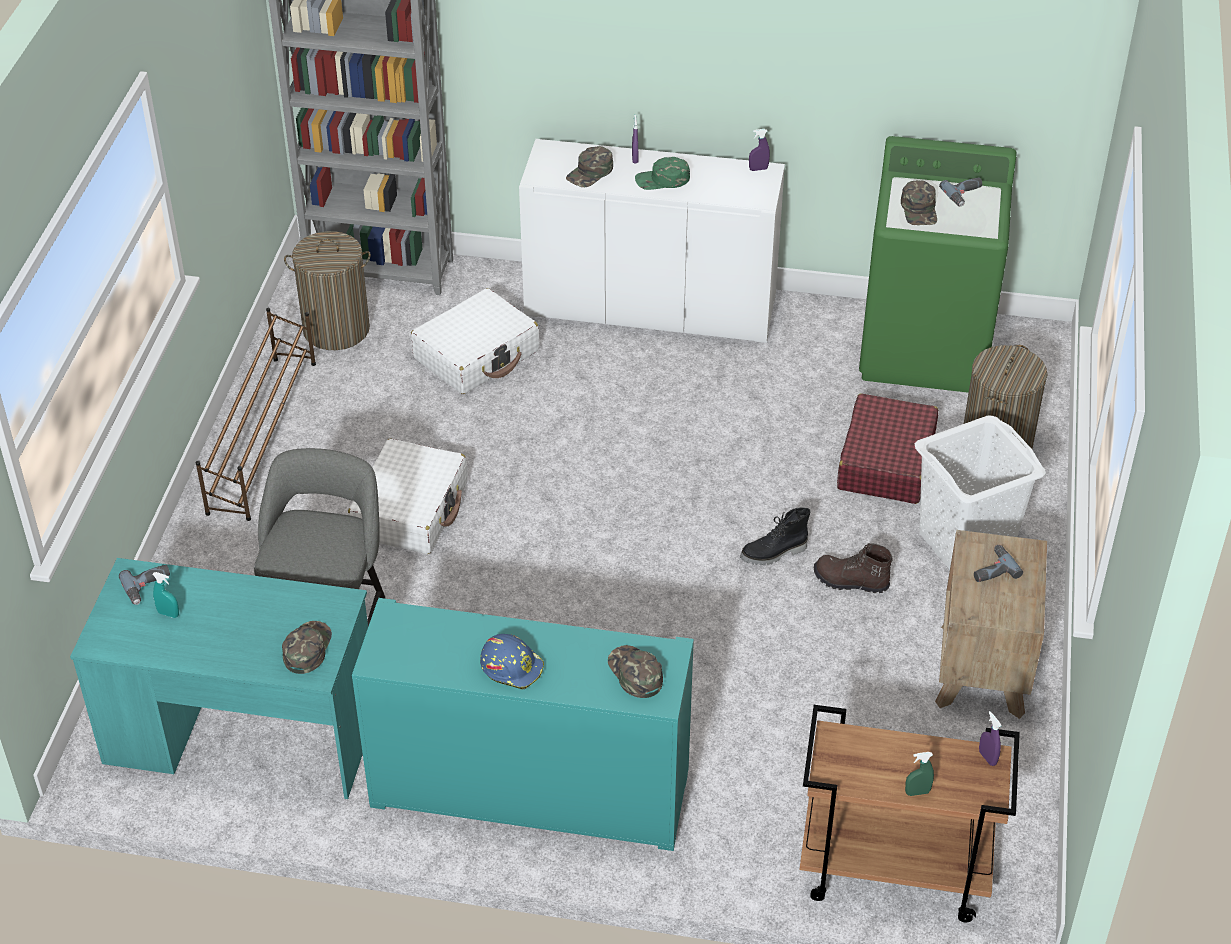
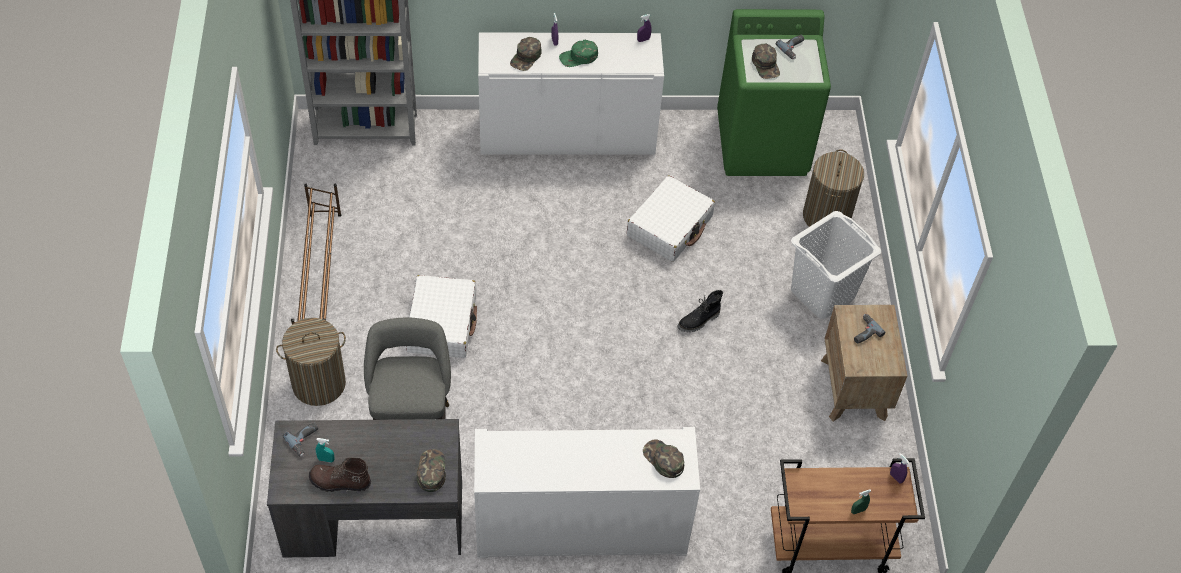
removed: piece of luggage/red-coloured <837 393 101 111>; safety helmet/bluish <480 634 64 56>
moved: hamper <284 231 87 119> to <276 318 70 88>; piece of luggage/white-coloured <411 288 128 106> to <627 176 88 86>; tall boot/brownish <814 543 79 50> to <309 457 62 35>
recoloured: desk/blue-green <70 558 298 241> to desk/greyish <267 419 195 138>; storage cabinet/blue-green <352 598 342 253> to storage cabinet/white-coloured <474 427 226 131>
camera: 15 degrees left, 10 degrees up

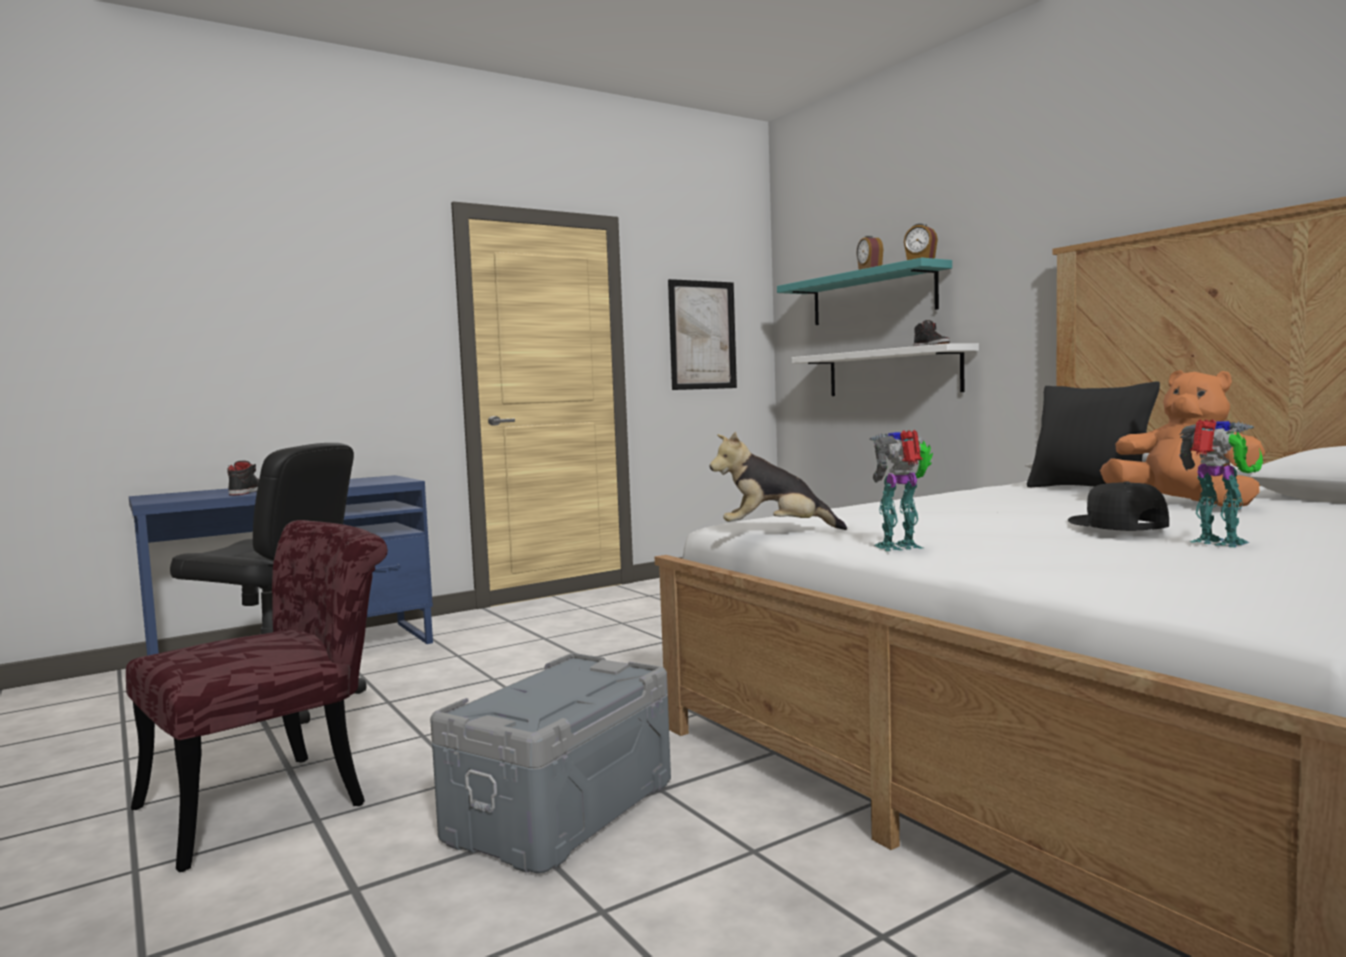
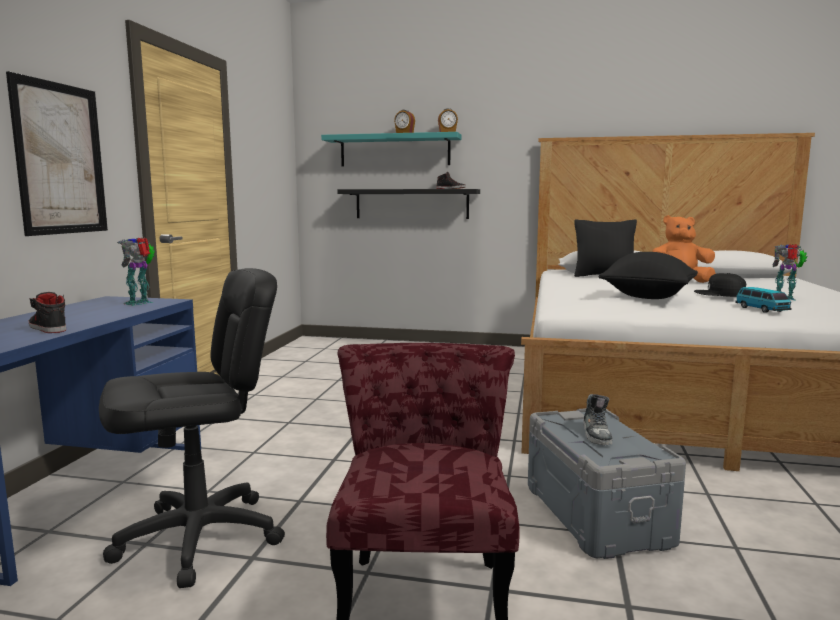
removed: plush toy <710 431 137 99>
added: cushion/black <599 252 99 47>; toy car <735 287 57 26>; shoe <583 394 30 51>
moved: wall art <668 279 69 111> to <6 71 102 165>; robot figure <869 430 64 121> to <117 237 38 69>
recoloured: shelf/white-coloured <792 343 187 53> to shelf/black <337 189 143 30>
camera: 45 degrees left, 5 degrees up

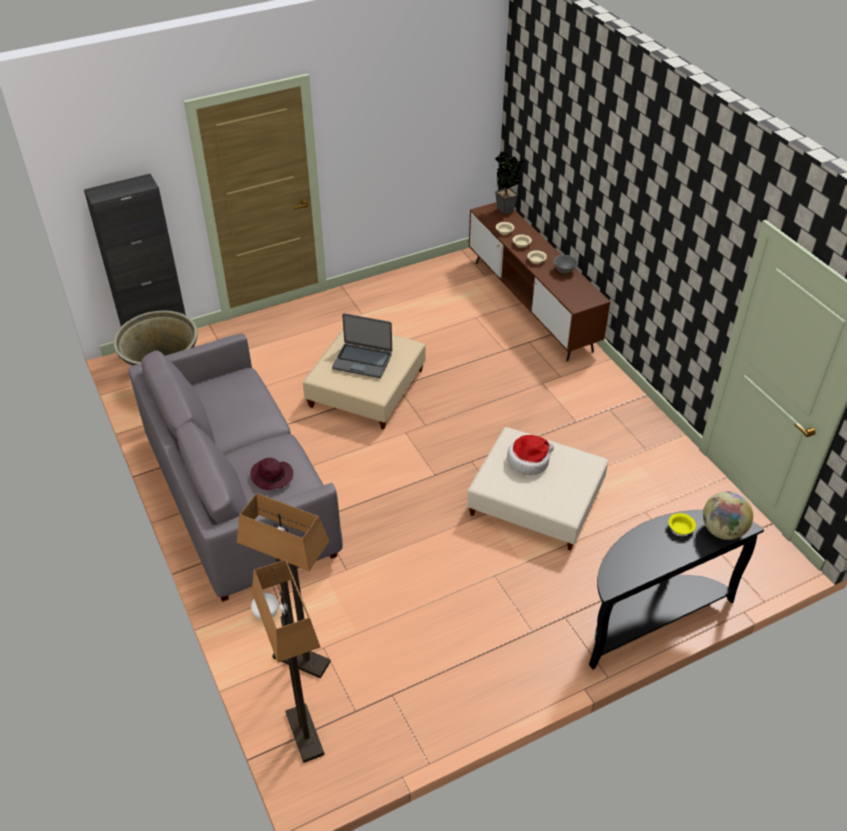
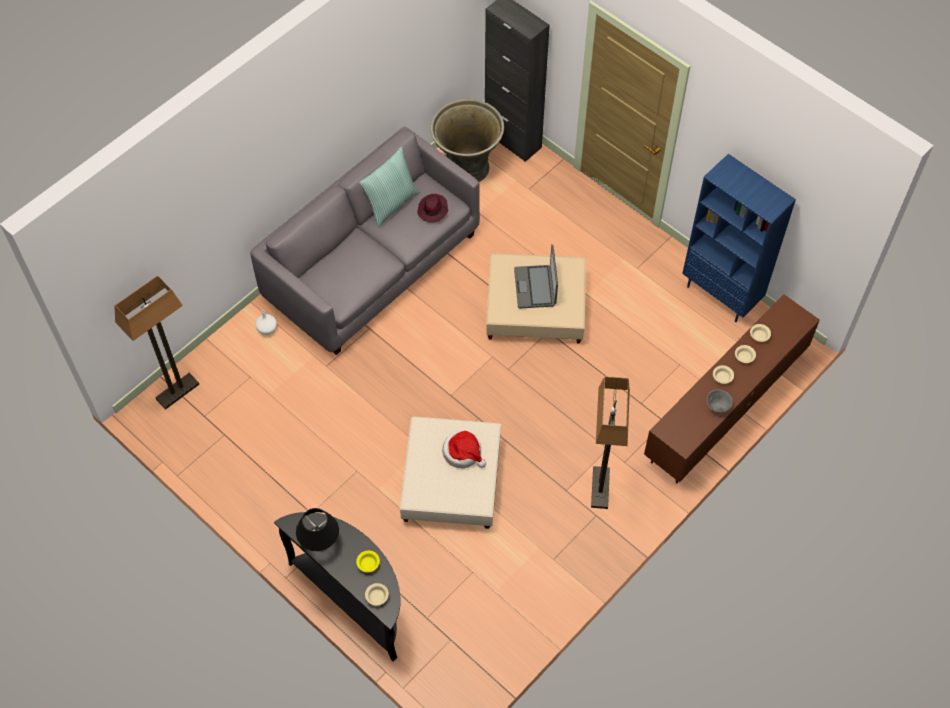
removed: plant in a pot <495 152 29 63>
added: cushion <359 147 60 80>; bookshelf/bluish <682 154 114 168>; table lamp/black <296 508 43 43>
moved: clothing hat/purplish <250 458 43 32> to <417 194 31 29>; standard lamp <237 493 94 186> to <591 377 39 132>
replaced: world globe <703 491 50 49> to deep dish/beige-coloured <365 583 24 23>
camera: 70 degrees right, 15 degrees up

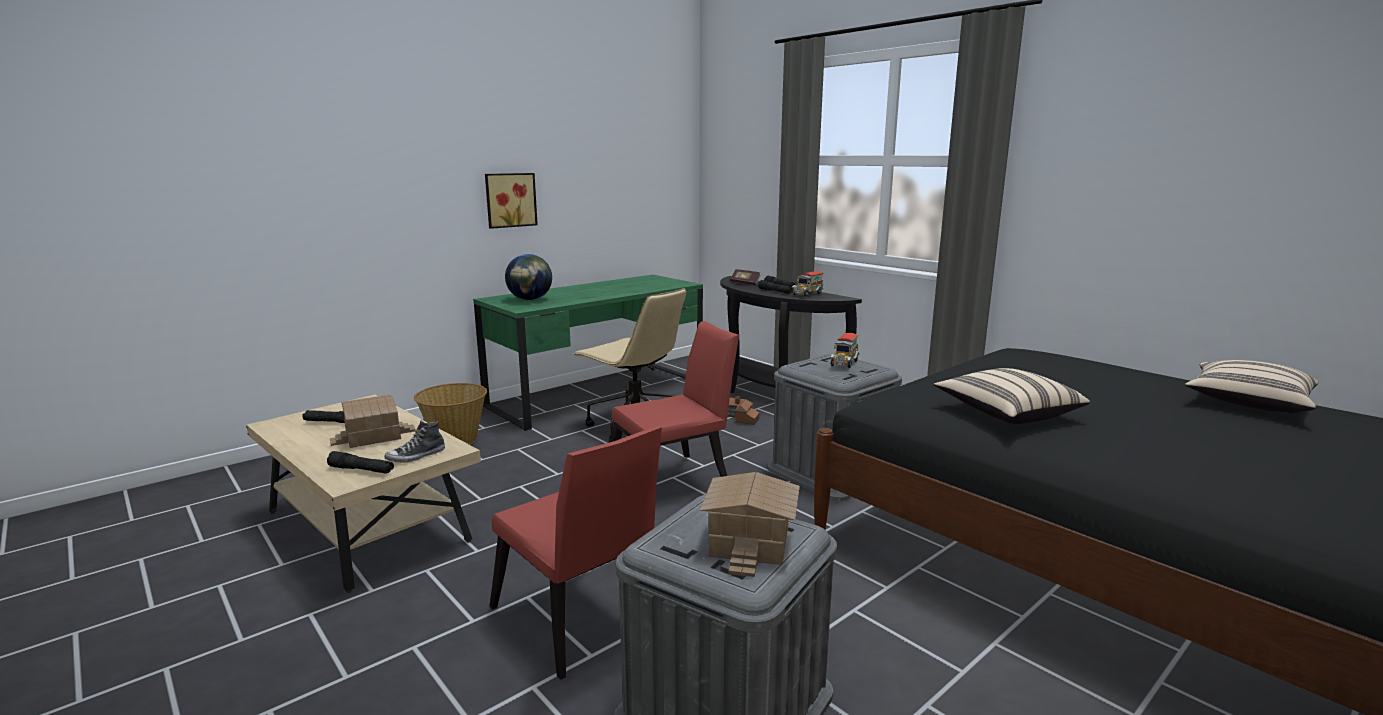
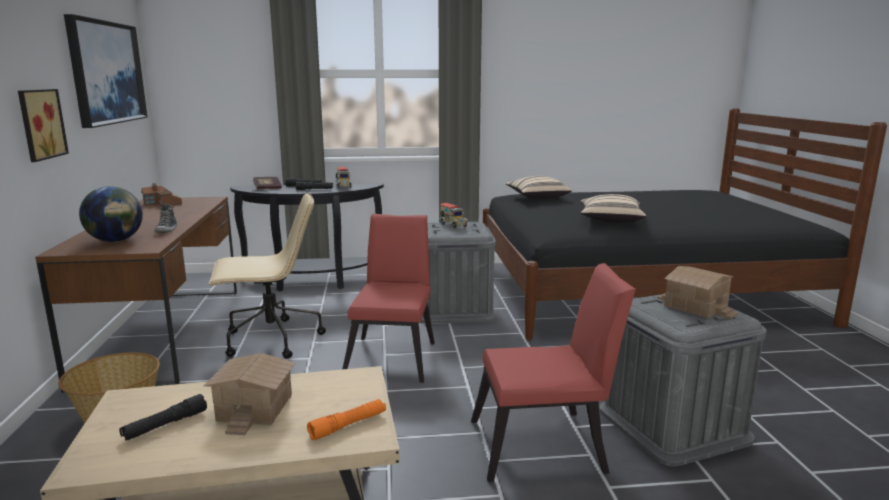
added: wall art <64 14 83 114>
moved: cushion/beige-coloured <1185 360 133 54> to <506 176 66 23>; toy house <727 396 33 29> to <141 183 41 23>; shoe <384 420 61 42> to <155 204 22 29>
recoloured: desk/greenish <473 275 230 156> to desk/brownish <35 197 202 196>; torch/black <327 451 67 23> to torch/orangey <307 399 79 42>
camera: 55 degrees left, 0 degrees up

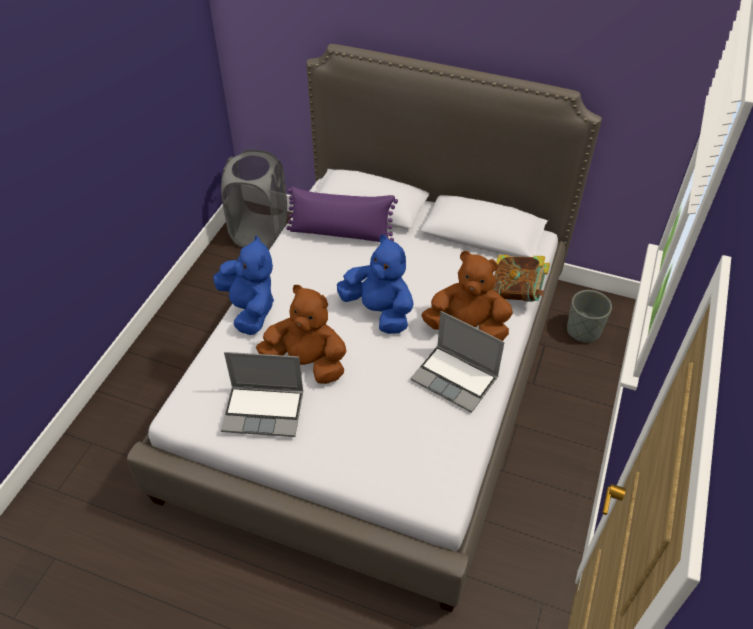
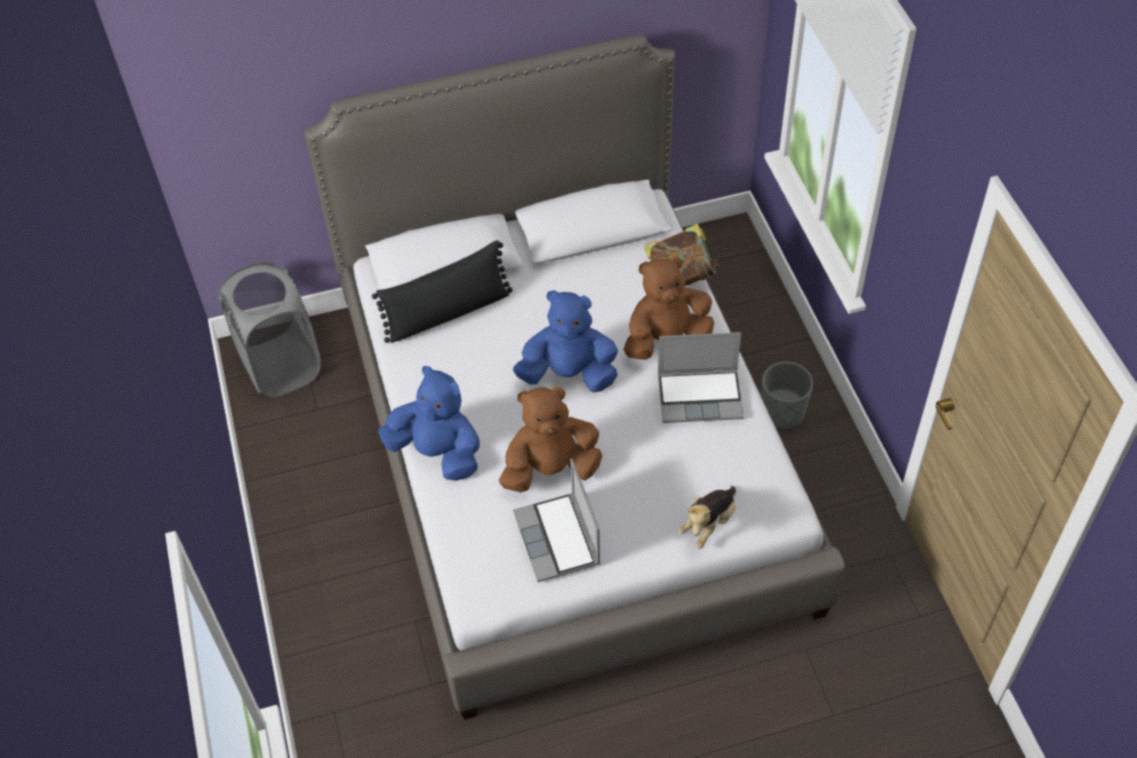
added: plush toy <678 486 58 63>
moved: plant pot/greyish <567 290 45 53> to <761 362 52 67>
recoloured: cushion/purplish <286 187 112 55> to cushion/black <372 240 141 103>
turned: portable computer <221 352 82 85> = <513 458 88 124> 105 degrees clockwise
camera: 35 degrees left, 5 degrees up

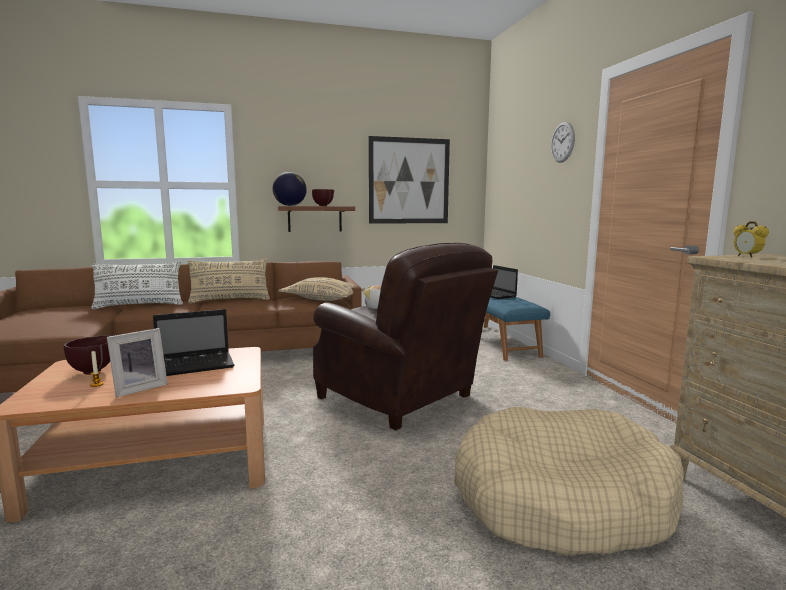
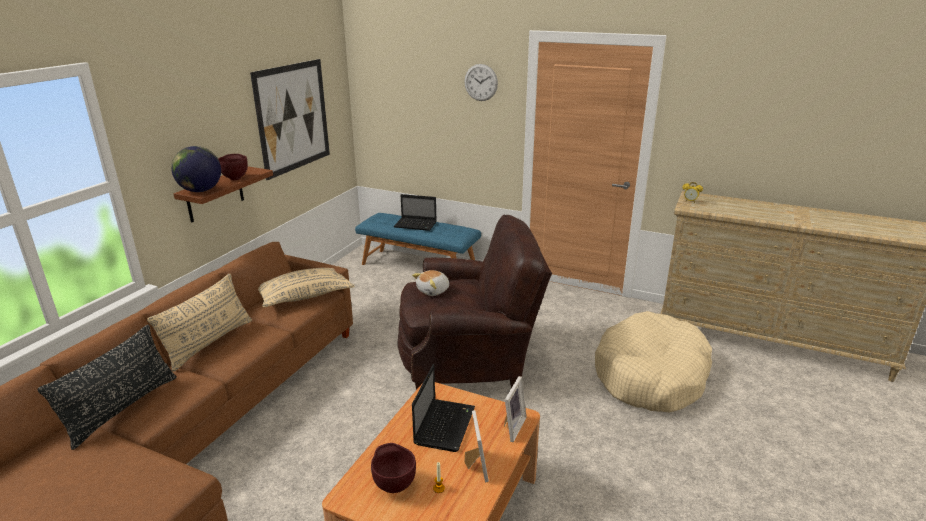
added: photo frame <504 376 22 66>
recoloured: cushion/white-coloured <91 261 92 48> to cushion/black <37 325 139 125>
camera: 50 degrees left, 15 degrees up

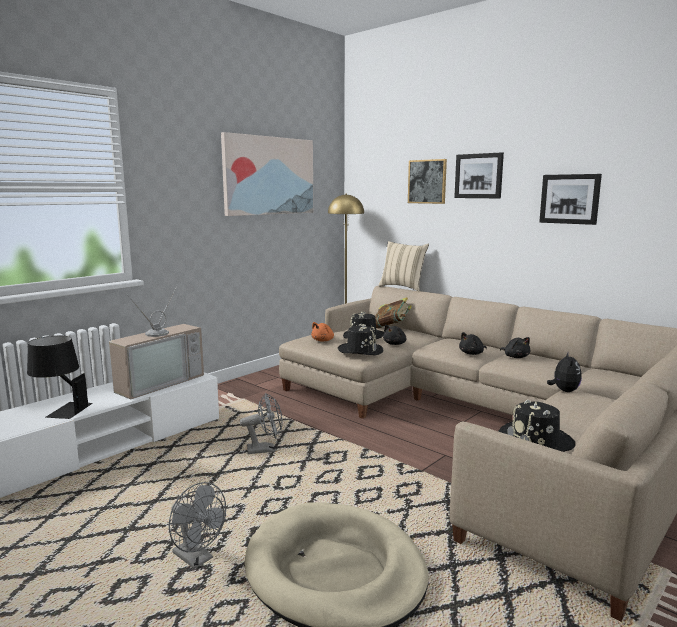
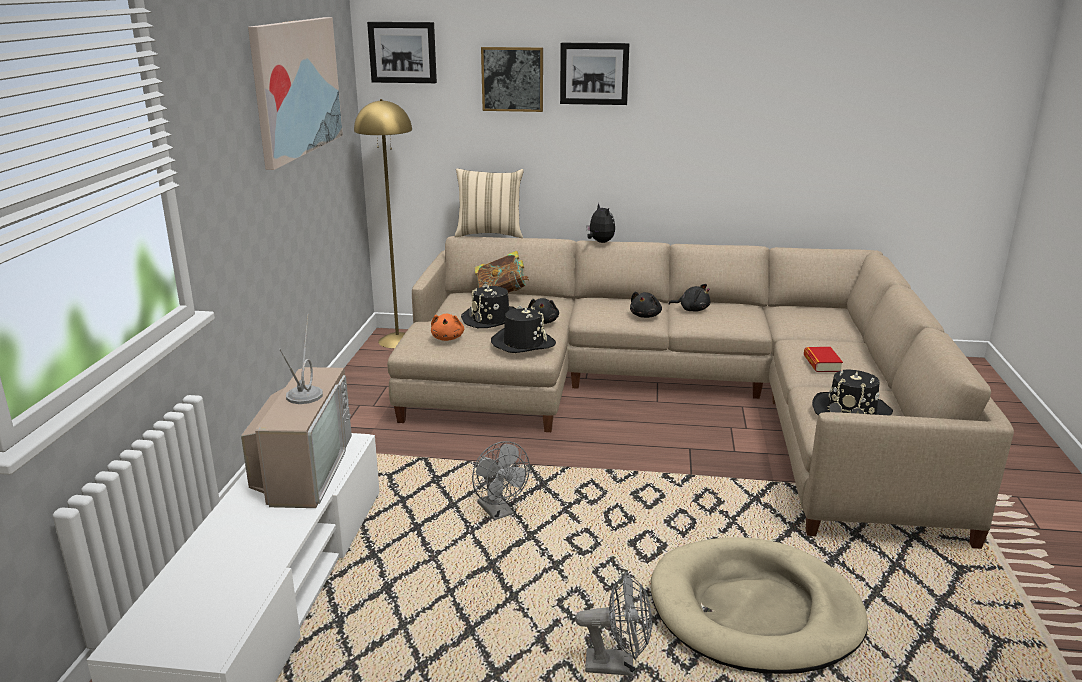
removed: table lamp/black <27 336 66 83>
added: bound book <804 347 39 25>
moved: wall art <539 174 63 51> to <367 22 70 61>; plush toy <547 351 35 41> to <587 203 28 40>
turned: cooling fan/greyish <240 393 43 61> = <472 441 58 79> 105 degrees clockwise
camera: 35 degrees left, 10 degrees up

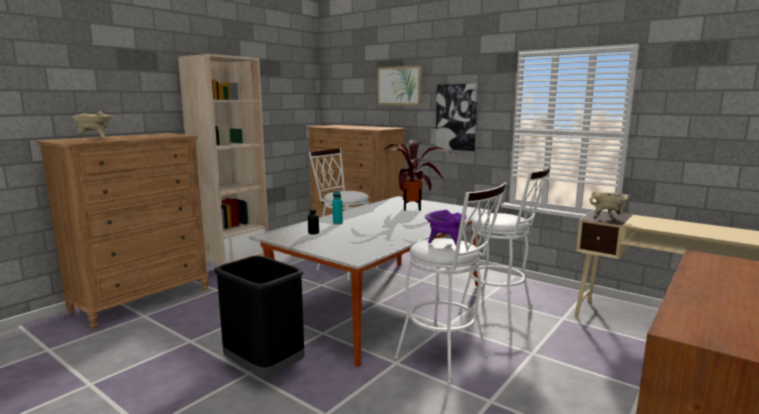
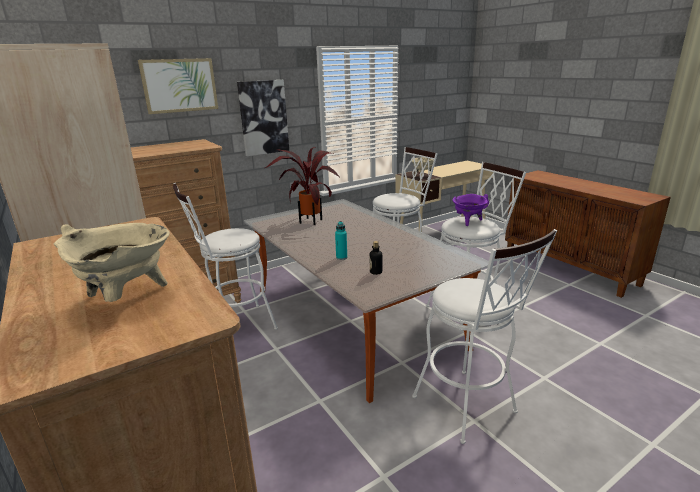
replaced: waste bin/black <214 255 91 122> to stool seat/white-coloured <412 229 145 215>
camera: 70 degrees left, 10 degrees up

